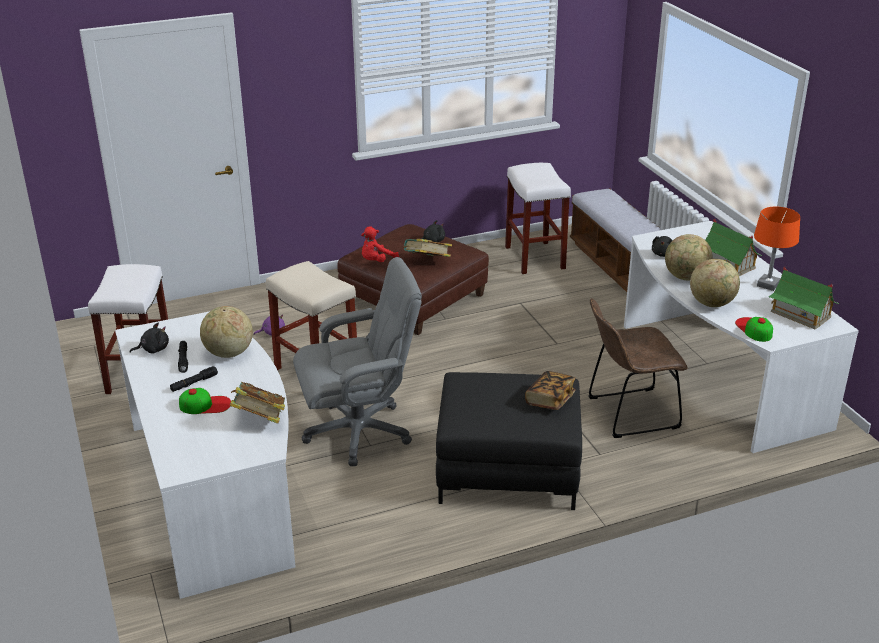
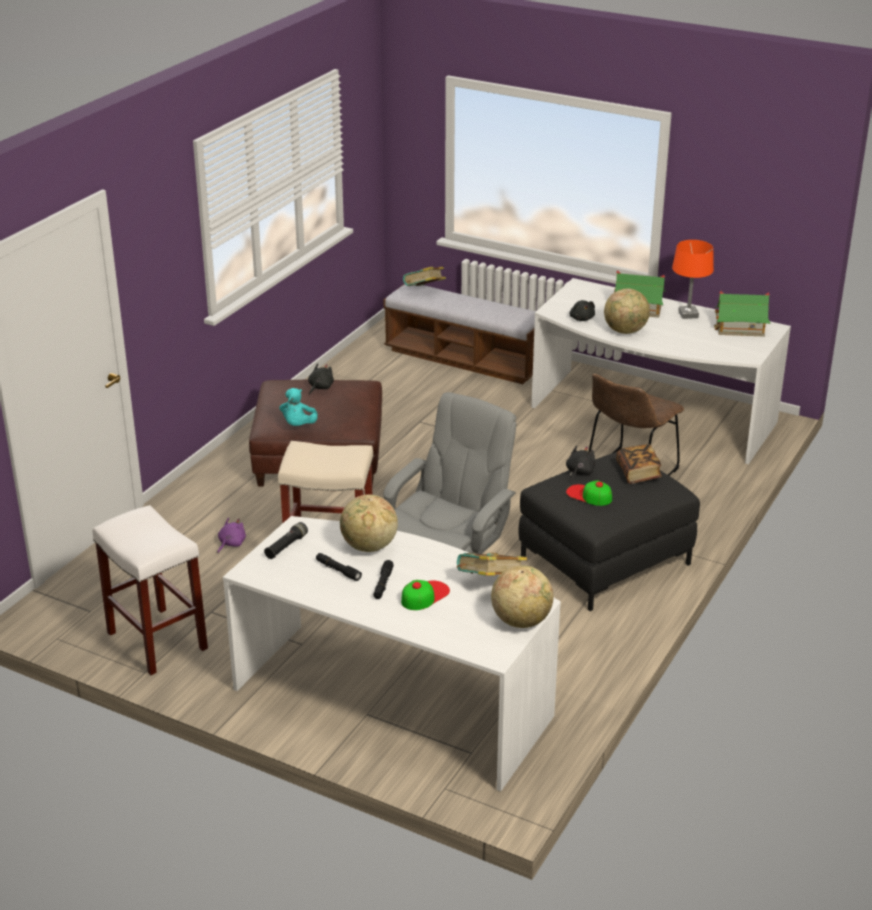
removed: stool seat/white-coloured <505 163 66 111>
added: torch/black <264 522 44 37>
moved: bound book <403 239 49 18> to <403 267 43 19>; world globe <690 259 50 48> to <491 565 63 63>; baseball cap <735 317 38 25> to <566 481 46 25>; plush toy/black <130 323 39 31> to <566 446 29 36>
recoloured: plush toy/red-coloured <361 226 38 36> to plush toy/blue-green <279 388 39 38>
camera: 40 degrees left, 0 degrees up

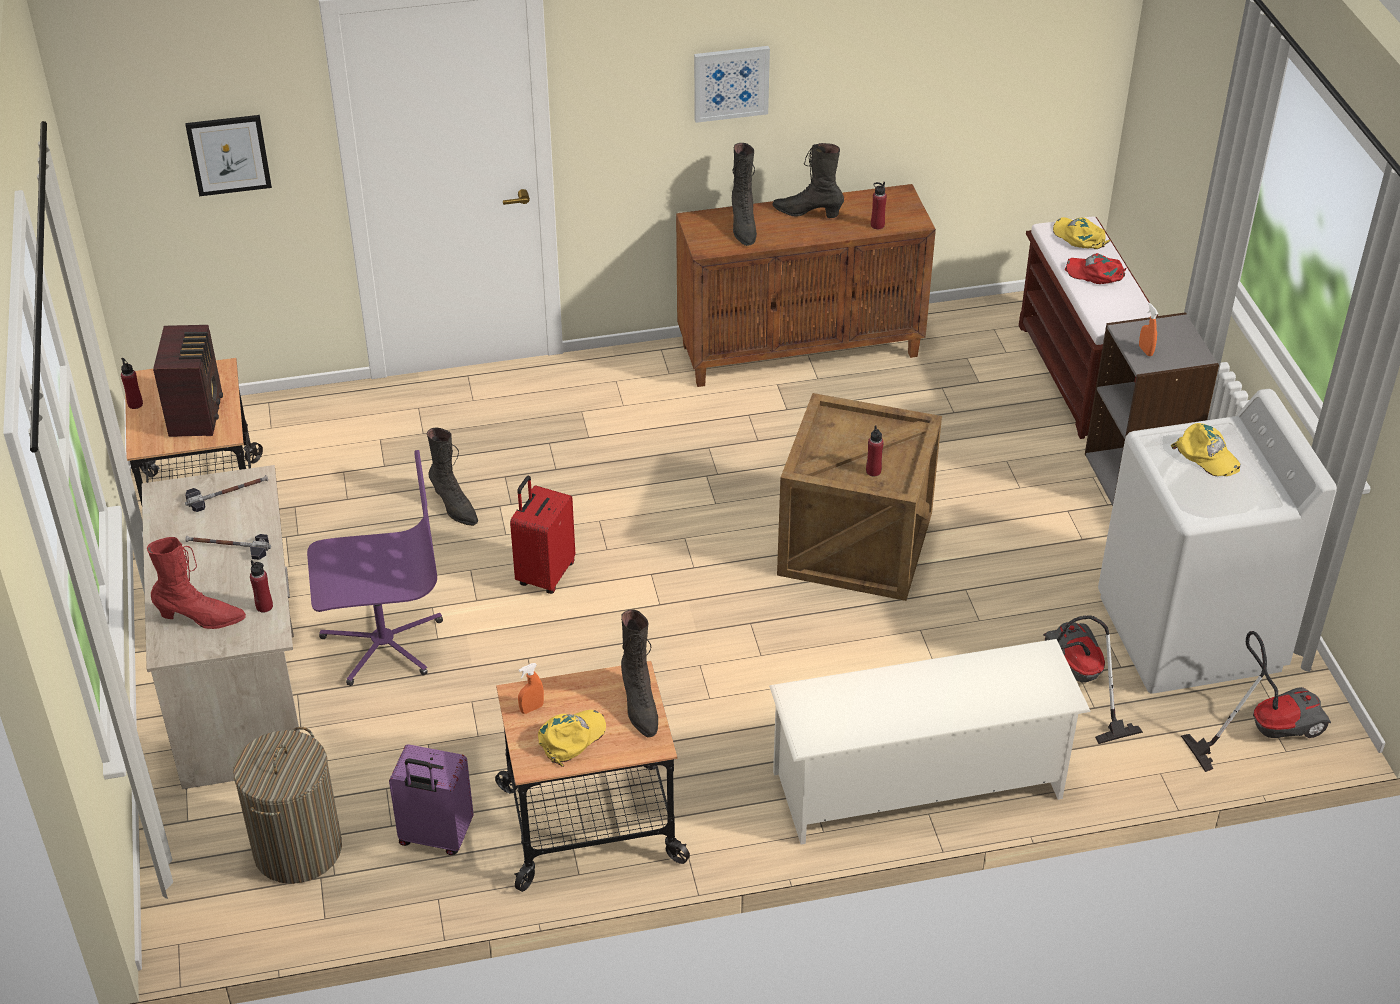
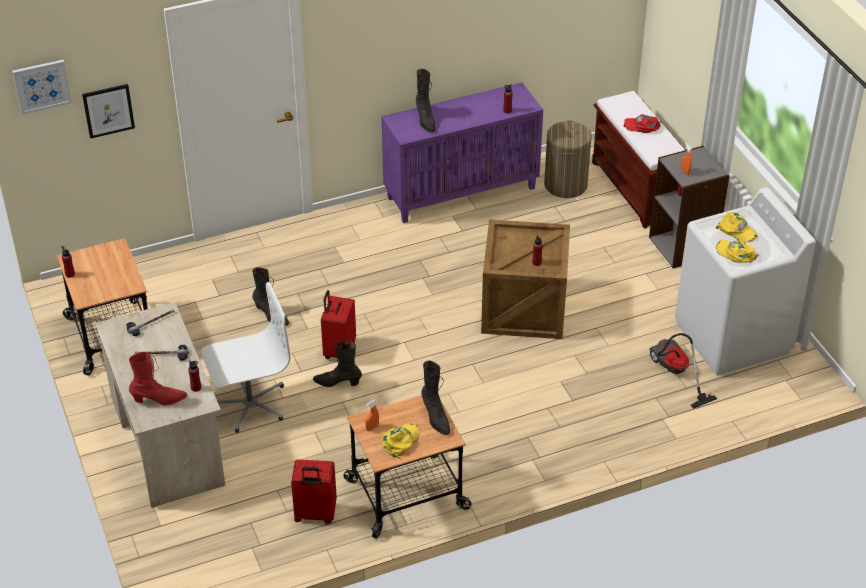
removed: radio set <153 325 70 112>; vacuum <1181 631 150 141>; shoe shelf/white-coloured <769 639 322 205>
moved: wall art <694 46 76 77> to <12 60 60 55>; tall boot/black <772 143 72 75> to <313 341 49 46>; baseball cap/yellow <1053 217 57 32> to <716 240 43 23>; hamper <233 727 109 157> to <544 120 48 78>
recoloured: storage cabinet/brownish <676 184 260 203> to storage cabinet/purplish <382 82 161 141>; office chair/purplish <307 450 136 236> to office chair/white-coloured <201 282 89 151>; piece of luggage/purplish <389 744 85 111> to piece of luggage/red-coloured <291 460 46 64>
camera: 10 degrees left, 0 degrees up

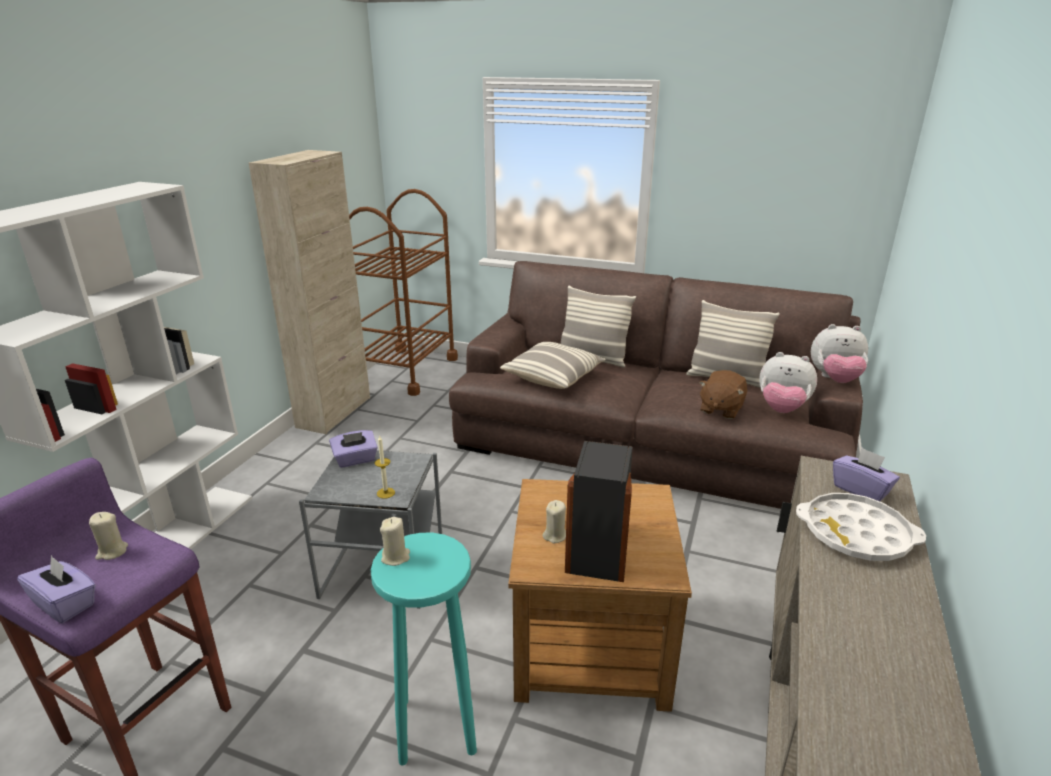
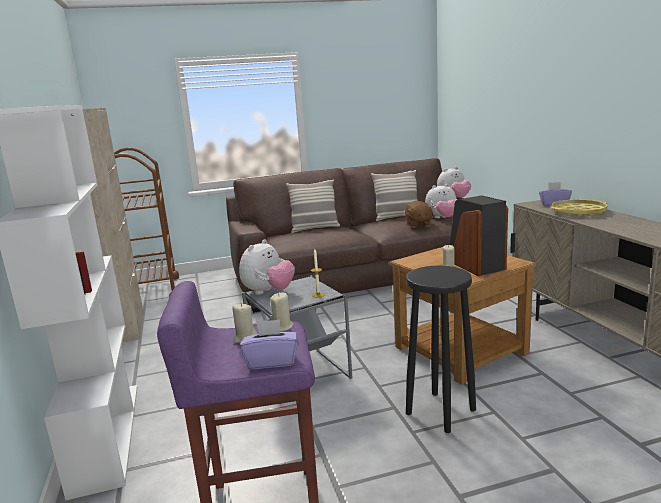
removed: cushion <500 342 106 47>
moved: wax candle/beige-coloured <380 517 30 49> to <270 292 23 40>
replaced: tissue holder/purplish <329 430 49 38> to plush toy <239 239 56 56>
recoloured: serving tray/white-coloured <796 493 130 68> to serving tray/yellow <551 200 57 17>; stool seat/blue-green <371 533 106 232> to stool seat/black <406 266 70 167>
camera: 35 degrees left, 10 degrees down

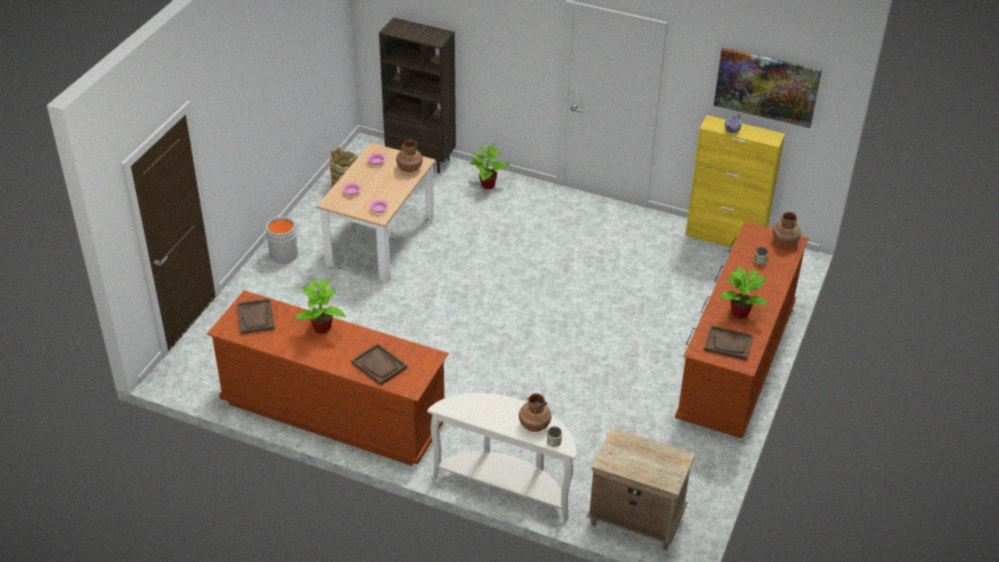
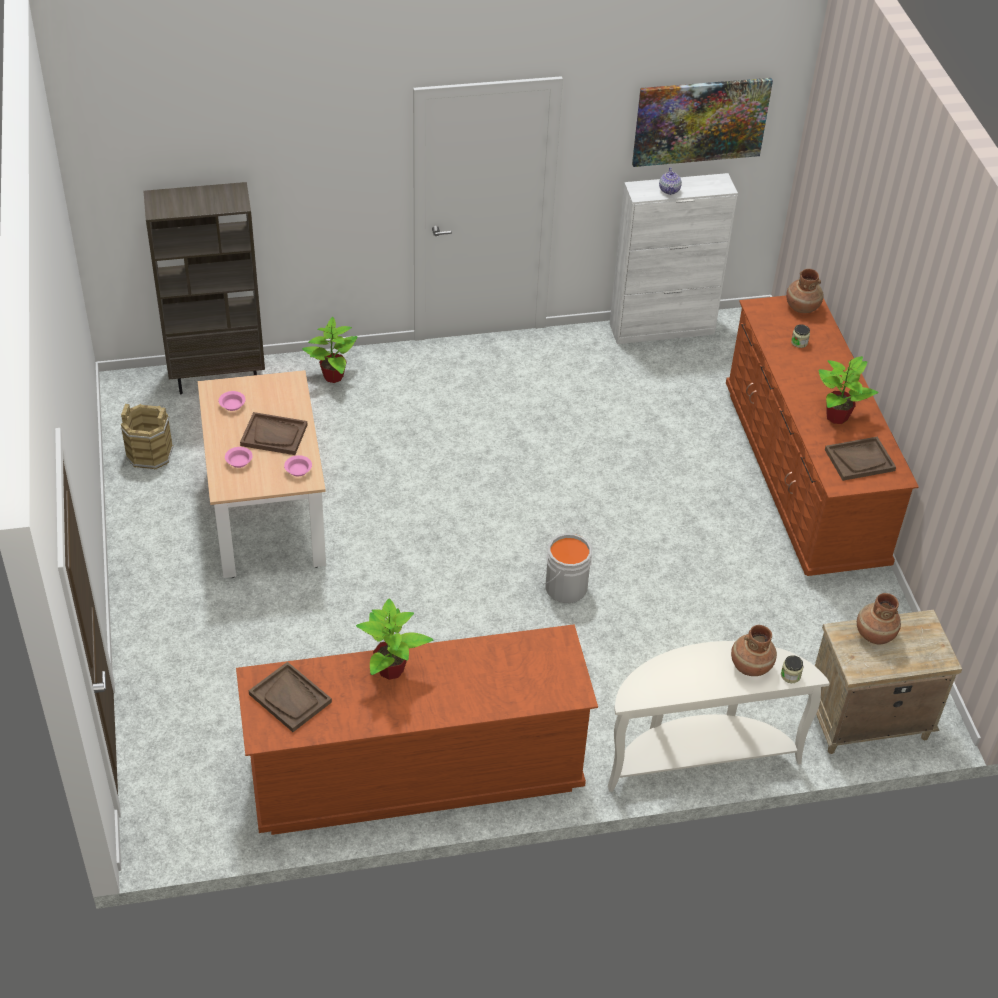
moved: flower vase/brownish <396 140 27 32> to <857 593 44 51>; bucket/greyish <260 217 39 47> to <541 533 51 70>; serving tray/brownish <351 343 56 43> to <240 412 68 43>
recoloured: storage cabinet/yellow <685 115 100 133> to storage cabinet/white-coloured <609 173 129 171>
camera: 35 degrees left, 5 degrees up

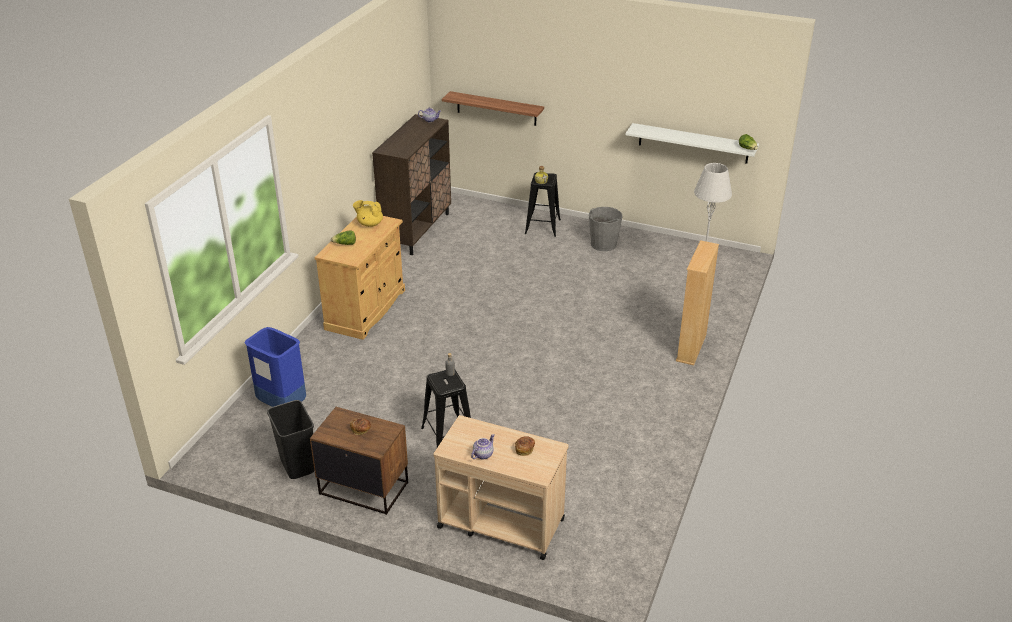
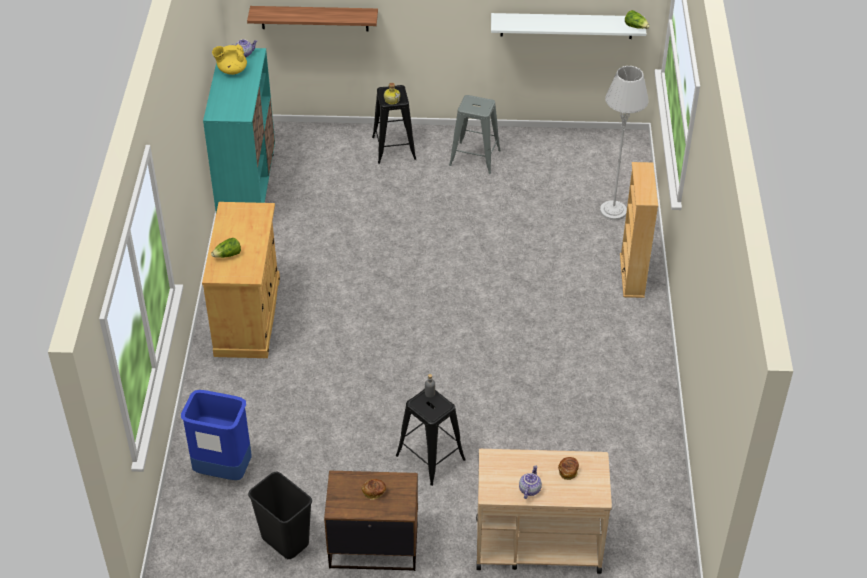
moved: tea pot/yellow <353 200 30 27> to <212 44 35 31>
replaced: bucket/greyish <589 207 34 44> to stool seat/greyish <449 95 52 79>
recoloured: storage cabinet/brownish <372 114 79 141> to storage cabinet/blue-green <203 48 72 164>
camera: 20 degrees left, 10 degrees up

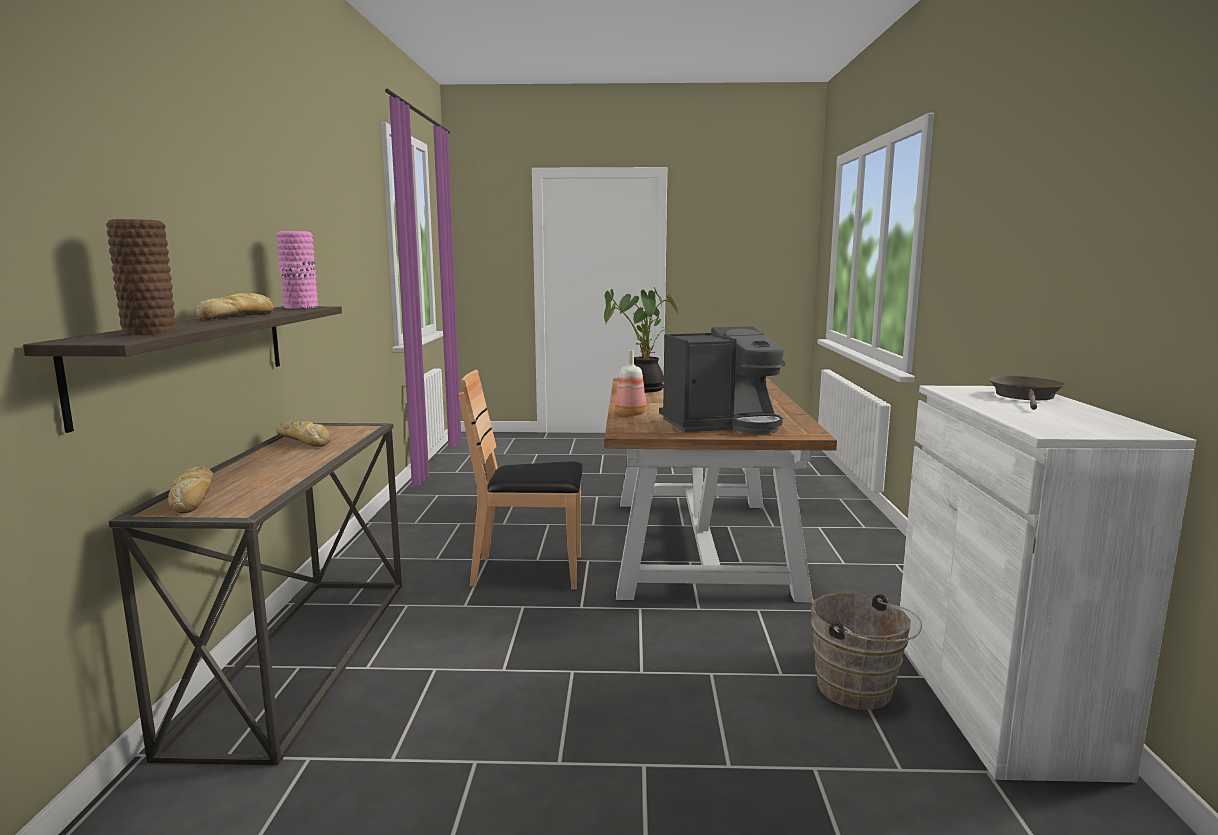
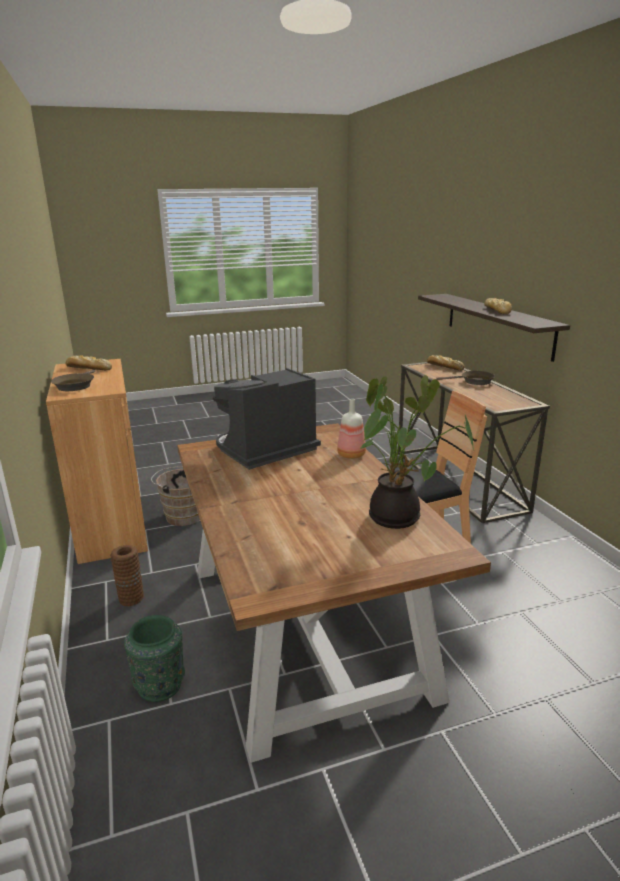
removed: flower vase/pink-coloured <276 231 42 78>
added: skillet/brownish <437 371 58 14>; flower vase/greenish <124 615 61 87>
moved: flower vase/brownish <106 219 70 116> to <110 545 34 61>; baked bread <276 419 54 28> to <66 355 46 15>
recoloured: storage cabinet/white-coloured <900 386 296 397> to storage cabinet/brownish <46 359 102 205>
camera: 160 degrees right, 10 degrees up

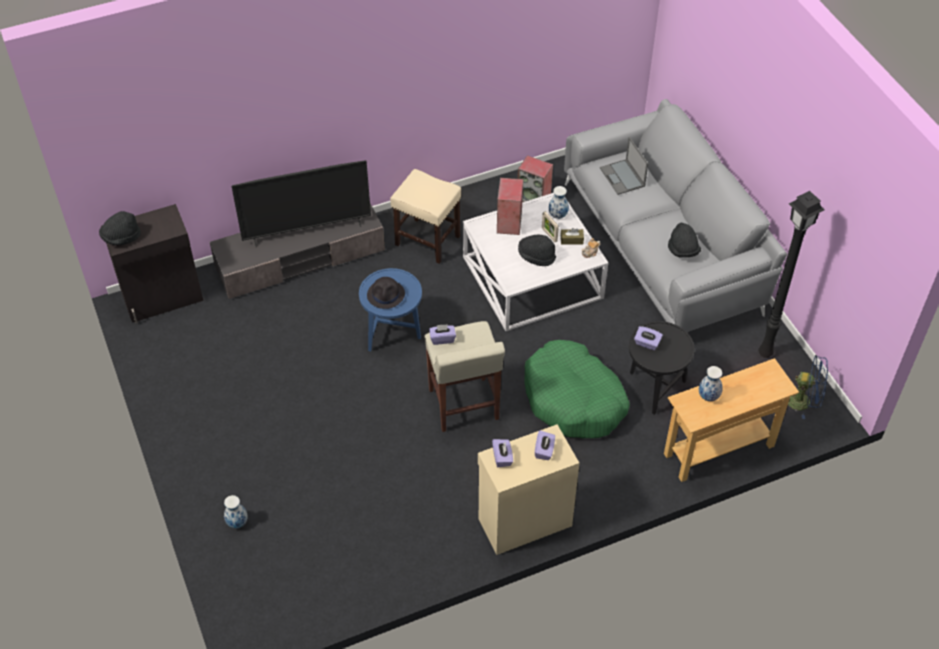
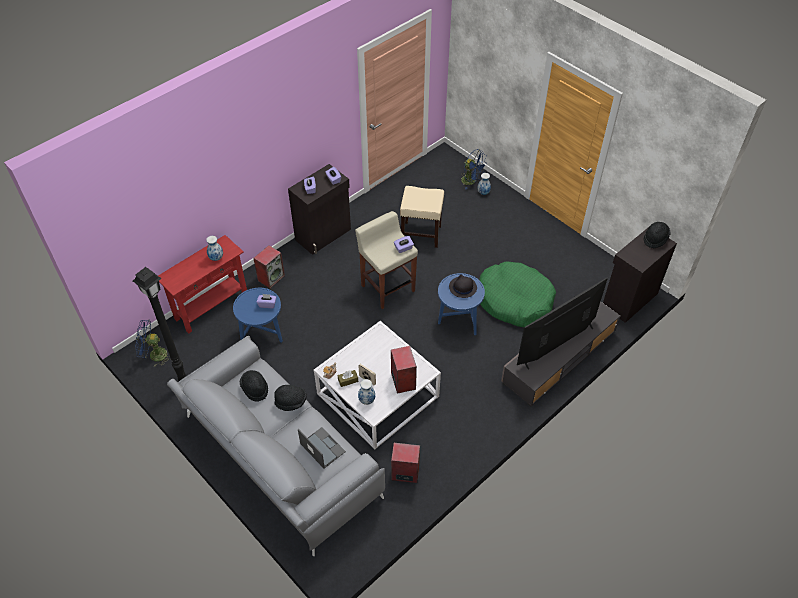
added: cooling fan/bluish <461 149 25 40>; speaker <253 245 32 43>
moved: stool seat/beige-coloured <390 169 71 95> to <400 186 44 62>; clothing hat/black <518 234 38 32> to <274 385 33 26>; pet bed/greenish <524 340 106 98> to <479 261 77 66>
recoloured: side table/black <629 321 66 94> to side table/bluish <233 288 50 55>; console table/beige-coloured <664 358 135 124> to console table/red-coloured <158 235 89 99>; storage cabinet/beige-coloured <478 424 101 131> to storage cabinet/black <288 164 63 91>
camera: 160 degrees right, 0 degrees up

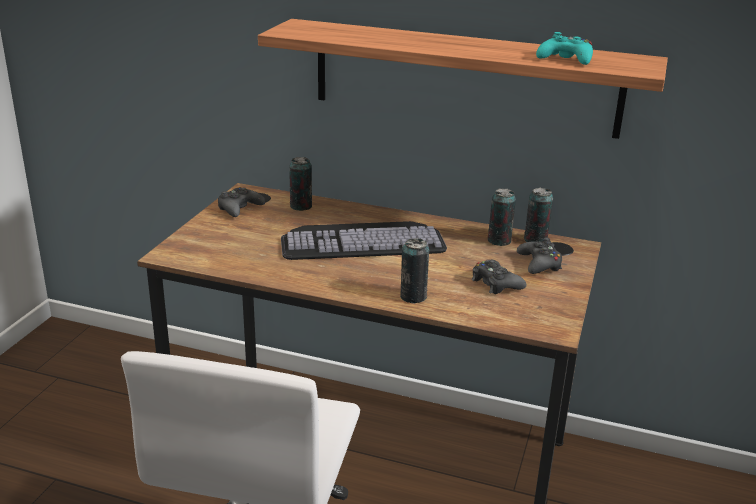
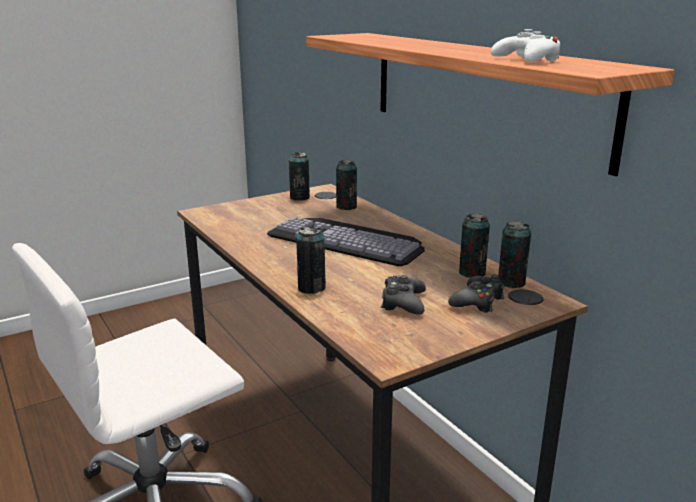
replaced: gamepad/black <218 187 47 30> to metal can <289 152 21 49>
recoloured: gamepad/blue-green <536 32 57 33> to gamepad/white-coloured <491 29 69 33>
camera: 40 degrees right, 5 degrees down

